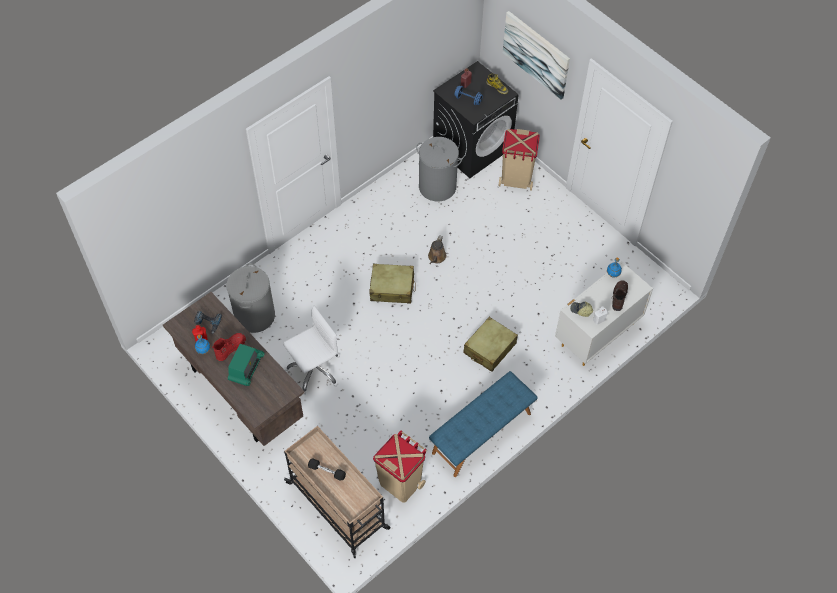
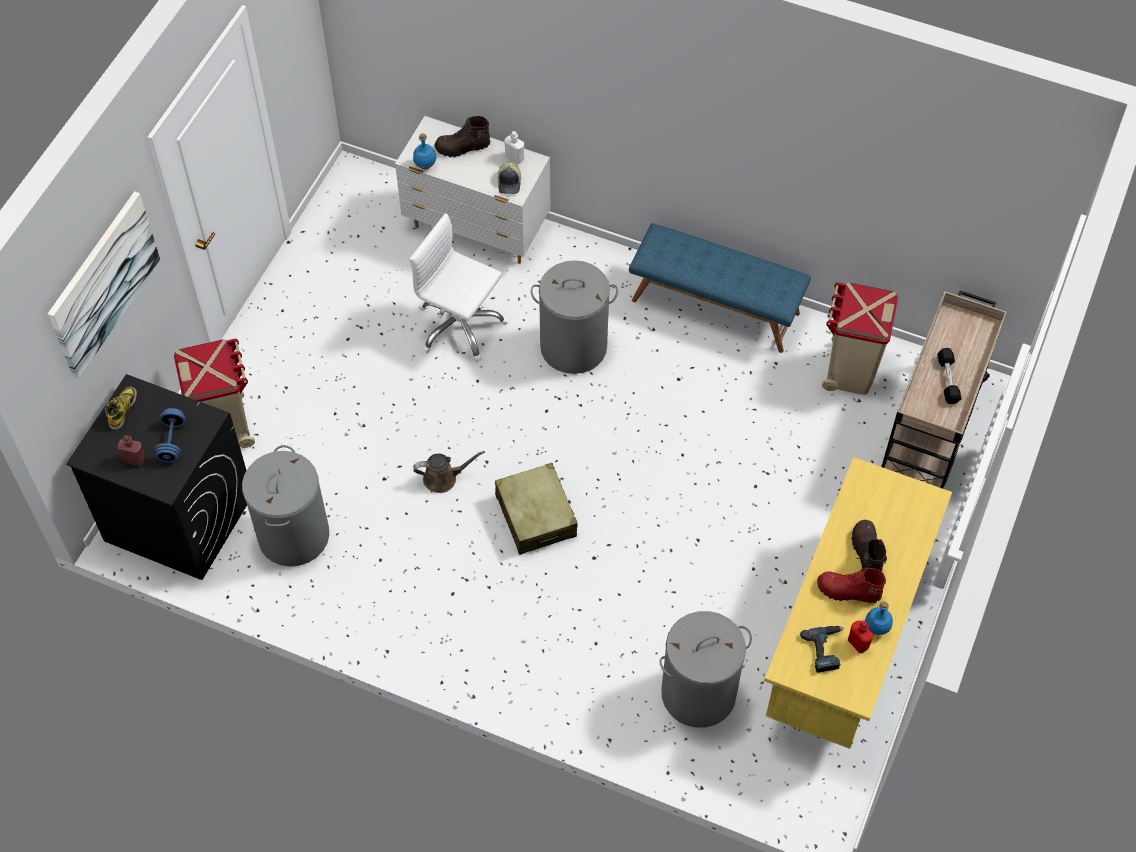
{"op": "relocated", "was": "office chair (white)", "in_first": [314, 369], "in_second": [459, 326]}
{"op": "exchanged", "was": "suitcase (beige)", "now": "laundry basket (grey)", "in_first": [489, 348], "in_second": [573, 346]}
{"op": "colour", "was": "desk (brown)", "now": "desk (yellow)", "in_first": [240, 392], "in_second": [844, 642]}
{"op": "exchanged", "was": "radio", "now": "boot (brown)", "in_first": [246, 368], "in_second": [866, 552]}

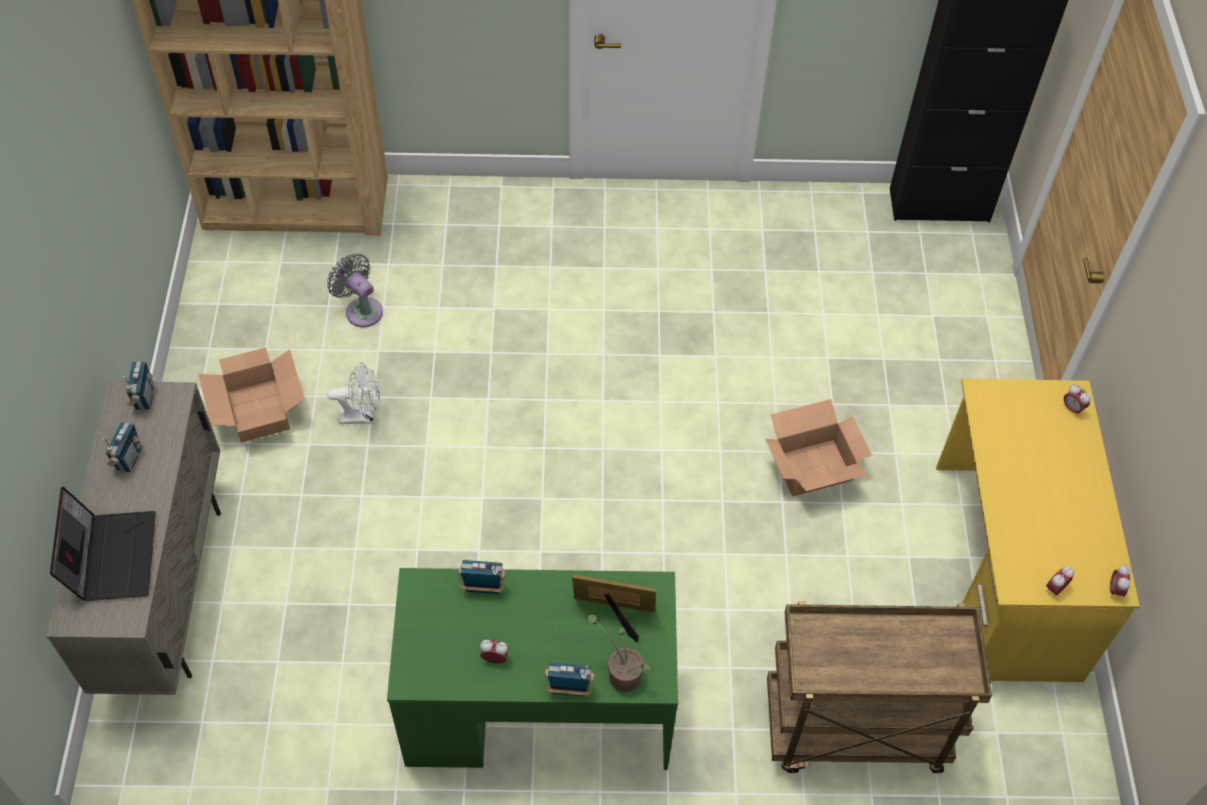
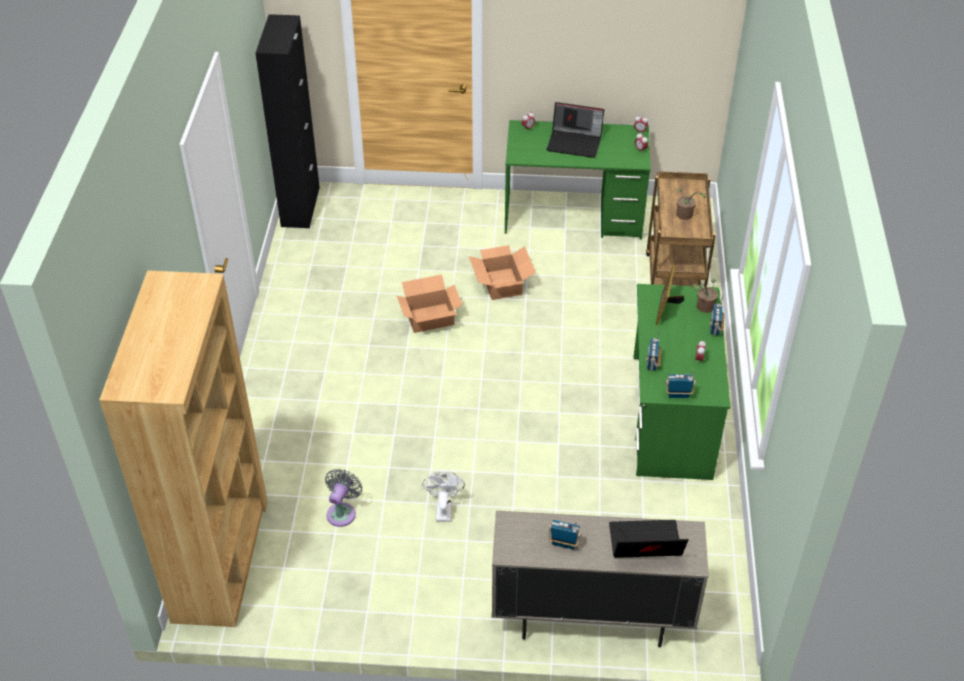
{"op": "spun", "was": "fan (grey)", "in_first": [361, 310], "in_second": [342, 512], "clockwise": 150}
{"op": "relocated", "was": "cardboard box", "in_first": [259, 410], "in_second": [429, 317]}
{"op": "colour", "was": "desk (yellow)", "now": "desk (green)", "in_first": [1005, 570], "in_second": [573, 216]}
{"op": "appeared", "now": "laptop", "in_second": [575, 143]}
{"op": "relocated", "was": "radio", "in_first": [144, 398], "in_second": [678, 395]}
{"op": "appeared", "now": "potted plant", "in_second": [685, 216]}

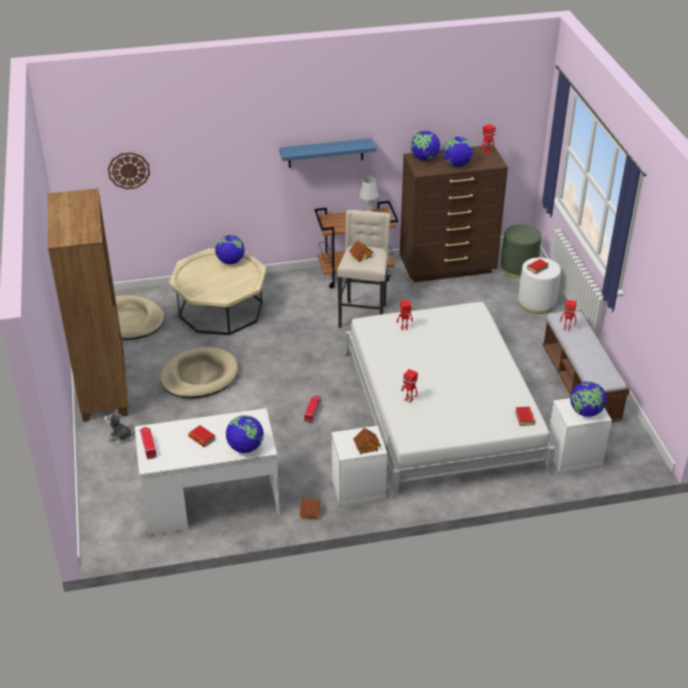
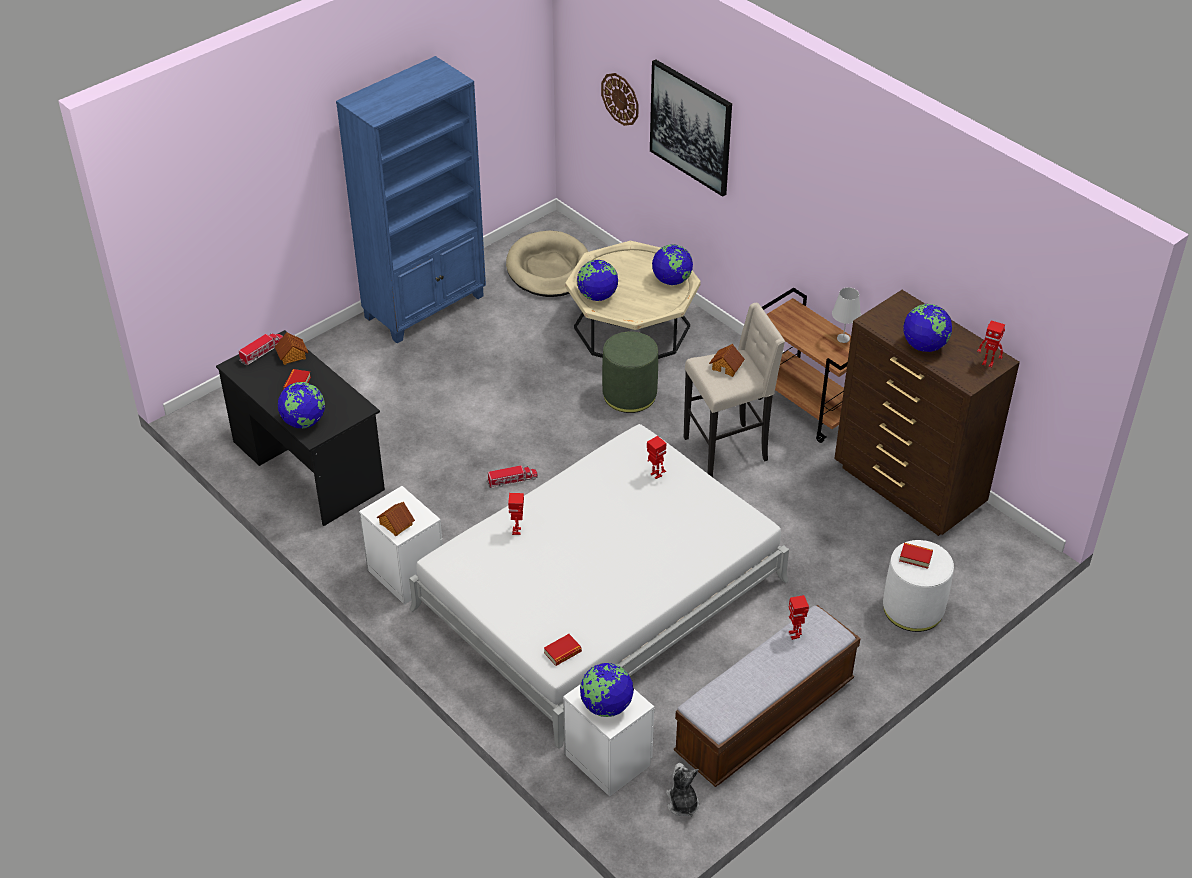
{"op": "colour", "was": "desk (white)", "now": "desk (black)", "in_first": [211, 503], "in_second": [308, 465]}
{"op": "relocated", "was": "toy house", "in_first": [310, 512], "in_second": [292, 355]}
{"op": "colour", "was": "bookcase (brown)", "now": "bookcase (blue)", "in_first": [104, 388], "in_second": [426, 307]}
{"op": "relocated", "was": "globe", "in_first": [424, 158], "in_second": [597, 296]}
{"op": "relocated", "was": "ottoman (green)", "in_first": [518, 268], "in_second": [629, 395]}
{"op": "appeared", "now": "picture", "in_second": [691, 127]}
{"op": "relocated", "was": "plush toy", "in_first": [120, 437], "in_second": [682, 803]}
{"op": "missing", "was": "dog bed (beige)", "in_first": [199, 376]}
{"op": "missing", "was": "shelf (blue)", "in_first": [325, 153]}

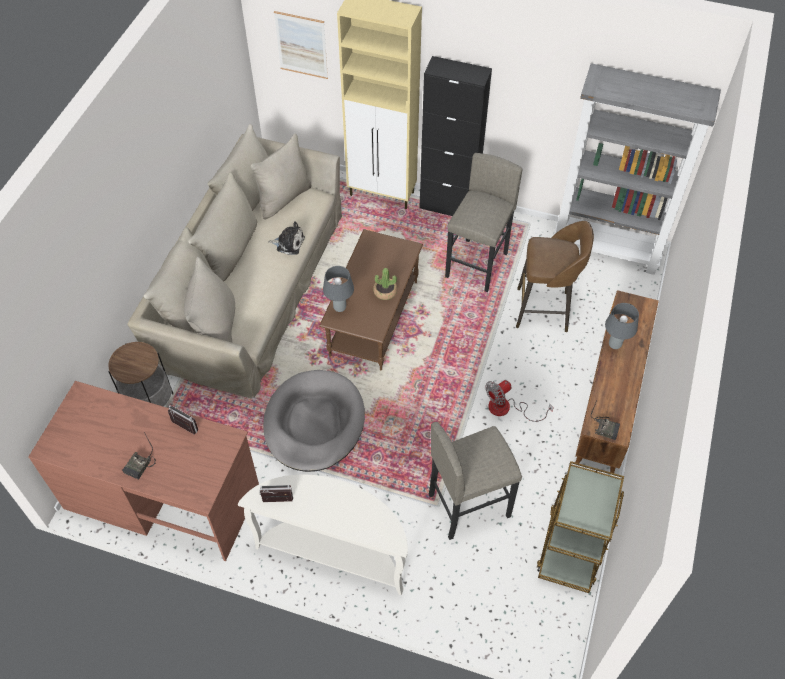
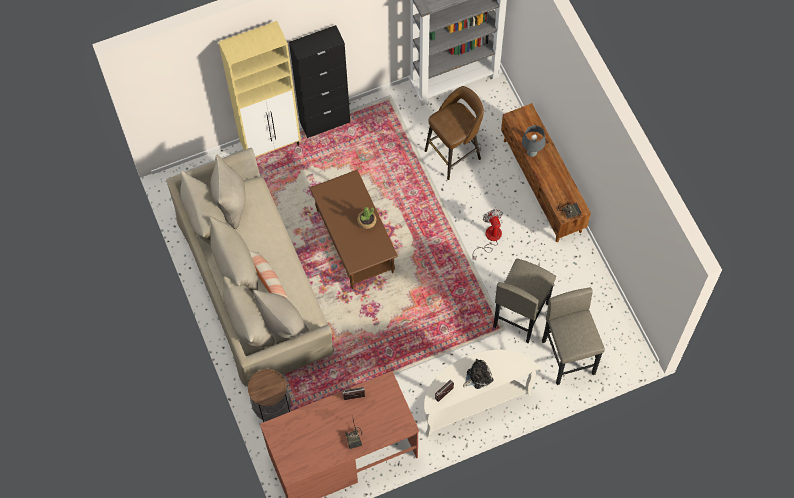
{"op": "appeared", "now": "pillow", "in_second": [267, 278]}
{"op": "relocated", "was": "plush toy", "in_first": [288, 243], "in_second": [478, 376]}
{"op": "spun", "was": "fan", "in_first": [507, 409], "in_second": [490, 238], "clockwise": 150}
{"op": "relocated", "was": "stool (grey)", "in_first": [477, 265], "in_second": [568, 357]}
{"op": "missing", "was": "dog bed (grey)", "in_first": [314, 423]}
{"op": "missing", "was": "picture", "in_first": [301, 45]}
{"op": "missing", "was": "table lamp (grey)", "in_first": [340, 308]}
{"op": "missing", "was": "cart (brown)", "in_first": [571, 546]}

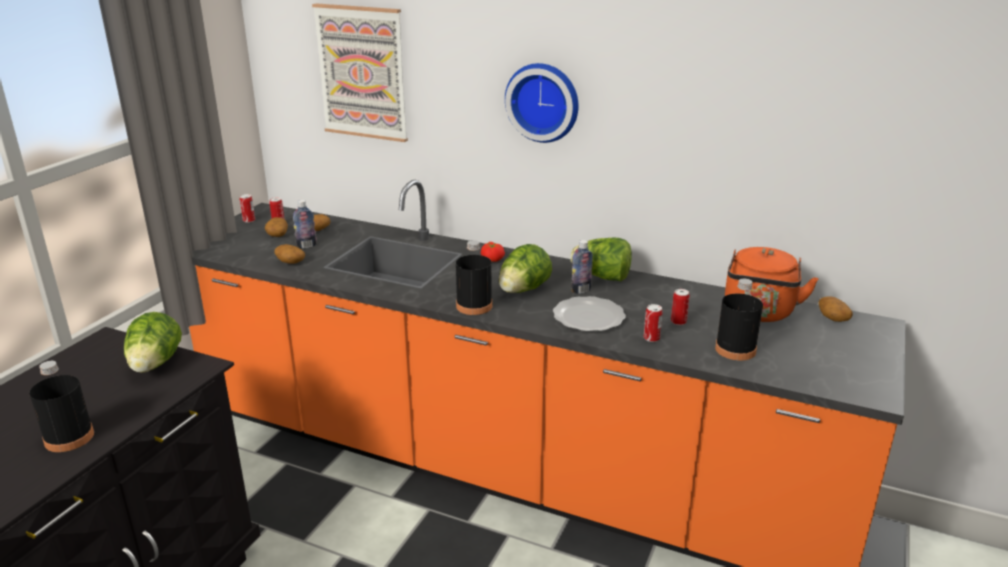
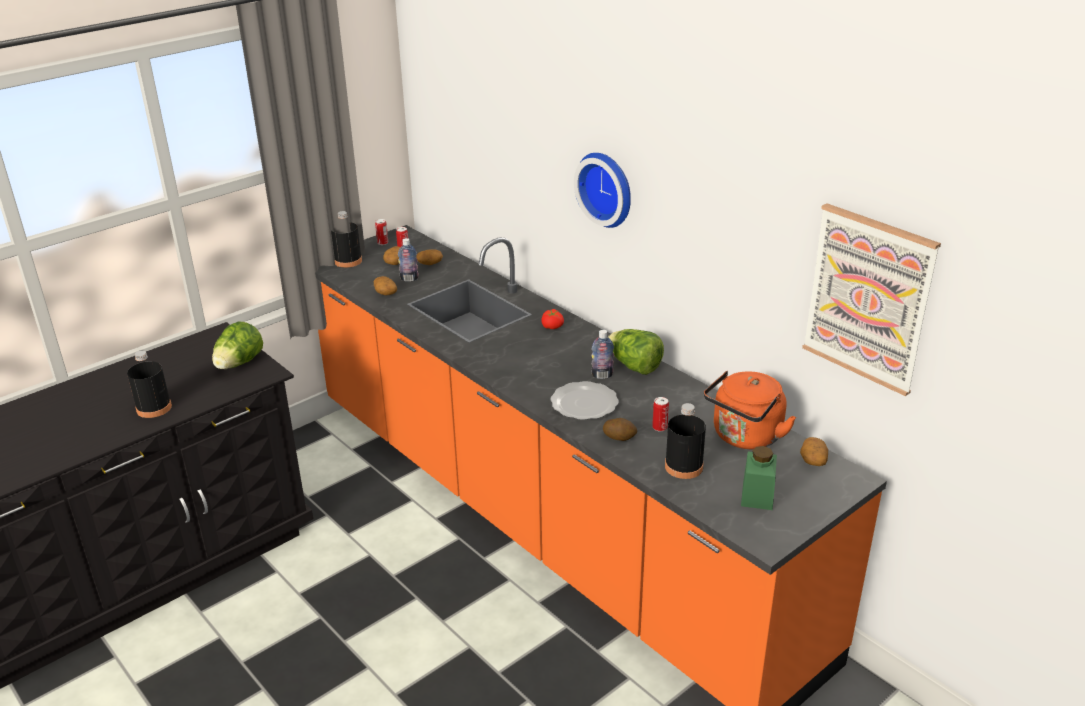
{"op": "relocated", "was": "bottle (black)", "in_first": [474, 306], "in_second": [348, 261]}
{"op": "exchanged", "was": "can", "now": "potato", "in_first": [651, 338], "in_second": [619, 437]}
{"op": "appeared", "now": "jar (green)", "in_second": [757, 495]}
{"op": "relocated", "was": "picture", "in_first": [362, 72], "in_second": [868, 298]}
{"op": "missing", "was": "lettuce", "in_first": [523, 290]}

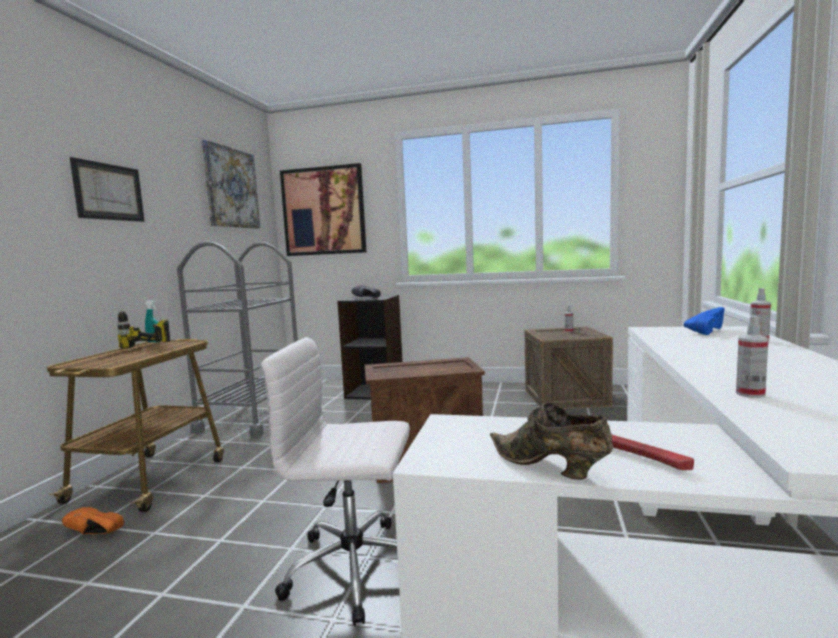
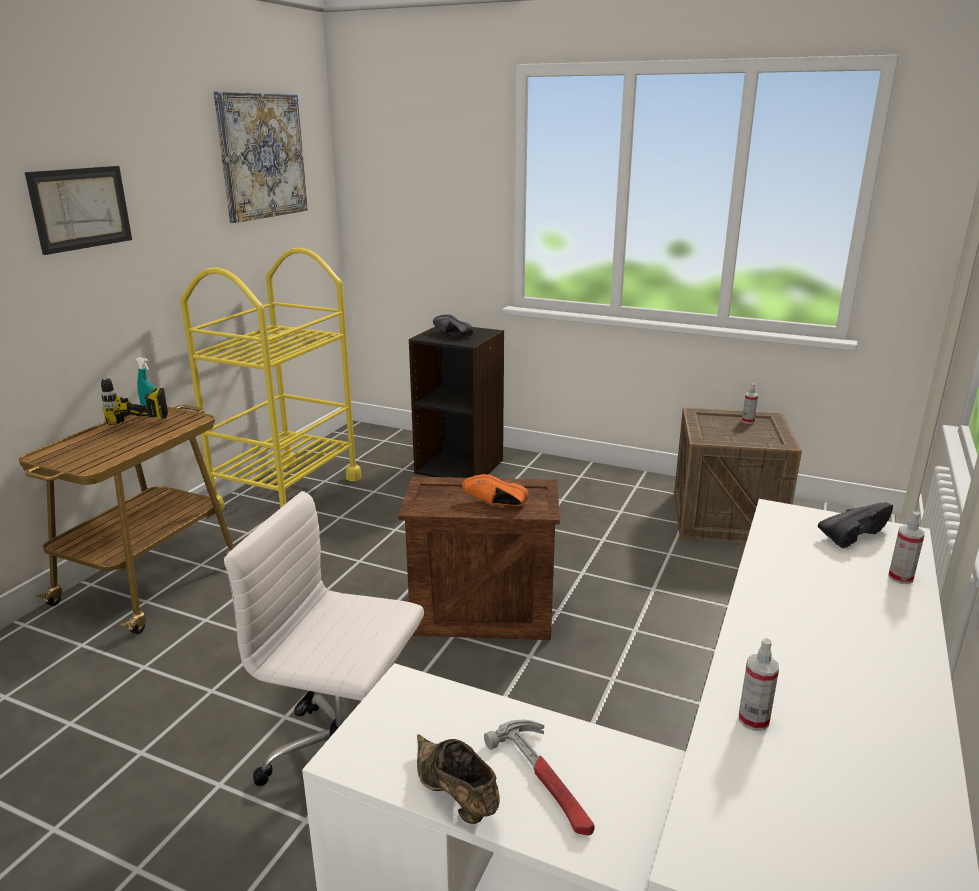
{"op": "colour", "was": "cart (grey)", "now": "cart (yellow)", "in_first": [252, 418], "in_second": [287, 493]}
{"op": "relocated", "was": "shoe (orange)", "in_first": [90, 534], "in_second": [494, 504]}
{"op": "colour", "was": "shoe (blue)", "now": "shoe (black)", "in_first": [704, 331], "in_second": [852, 533]}
{"op": "missing", "was": "picture", "in_first": [323, 211]}

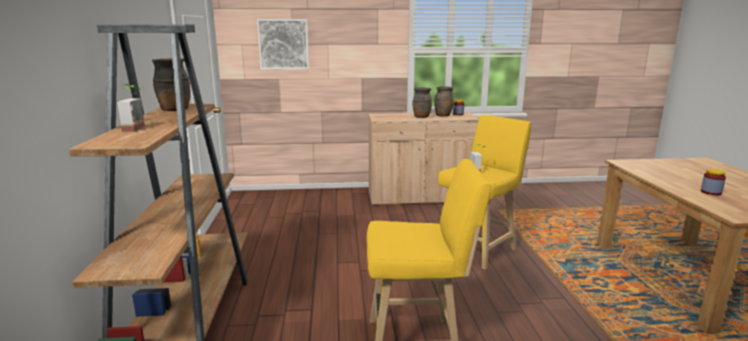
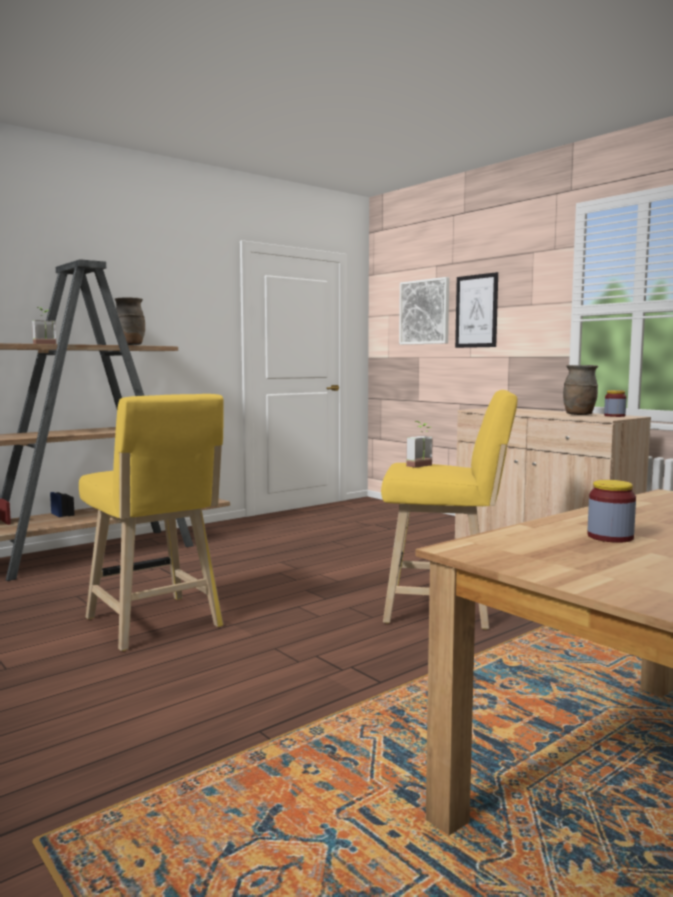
{"op": "appeared", "now": "picture", "in_second": [476, 311]}
{"op": "missing", "was": "vase (brown)", "in_first": [421, 117]}

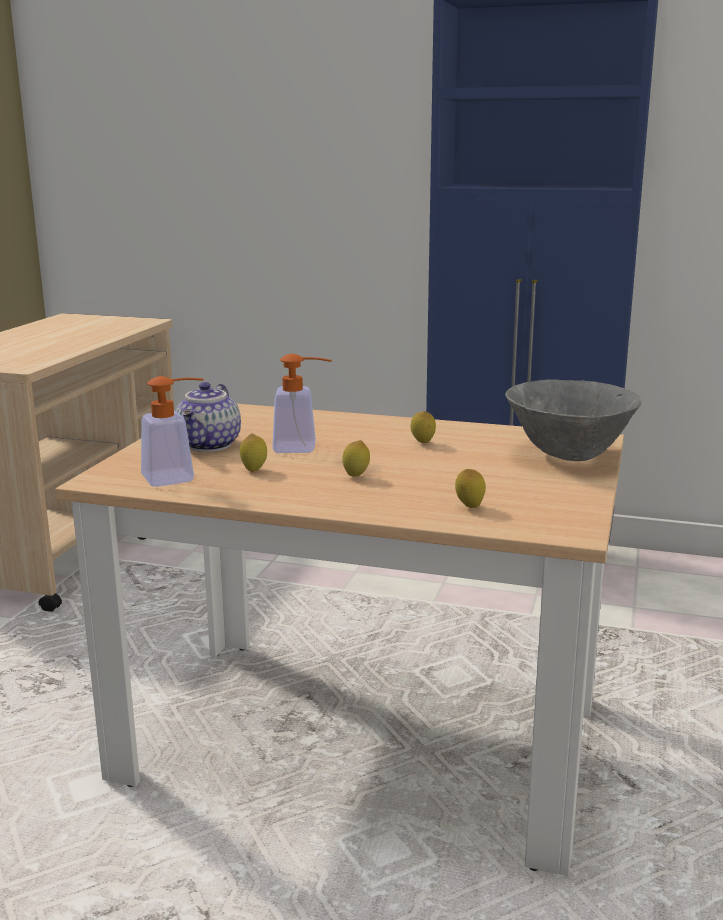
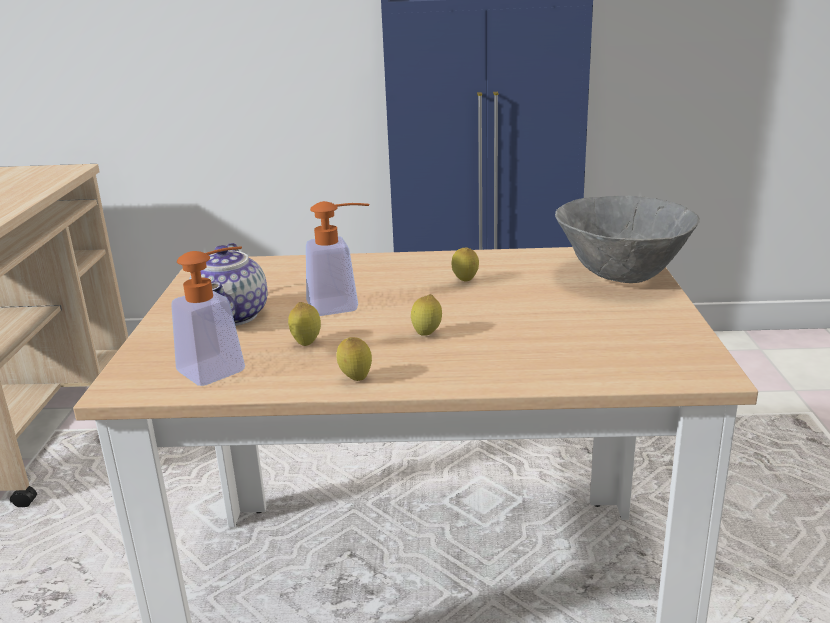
{"op": "relocated", "was": "lemon", "in_first": [469, 507], "in_second": [355, 379]}

